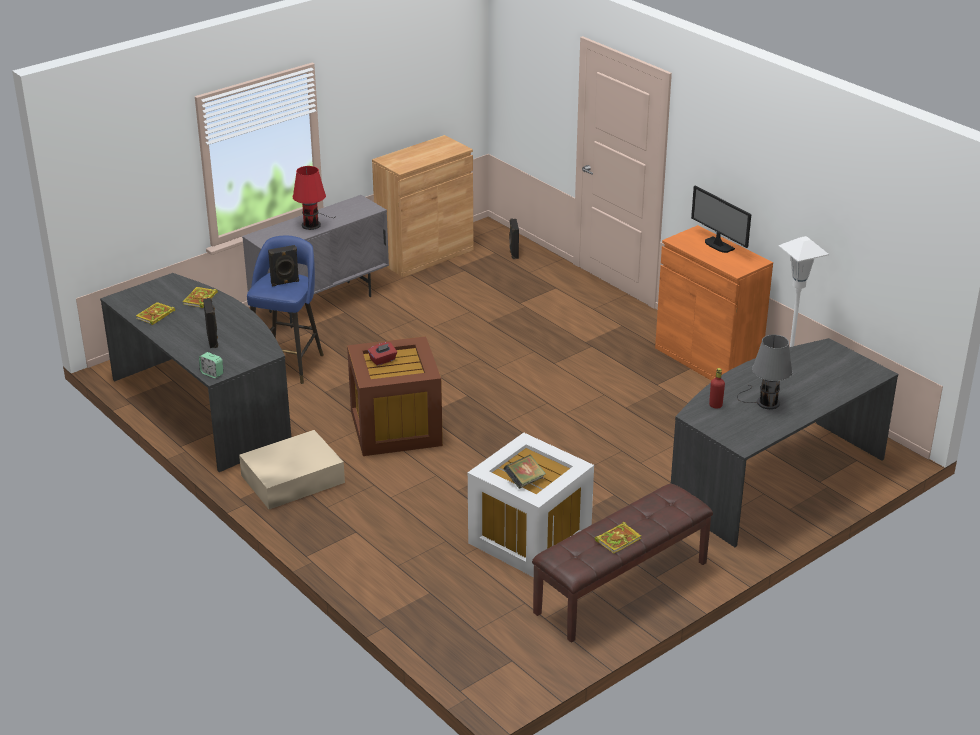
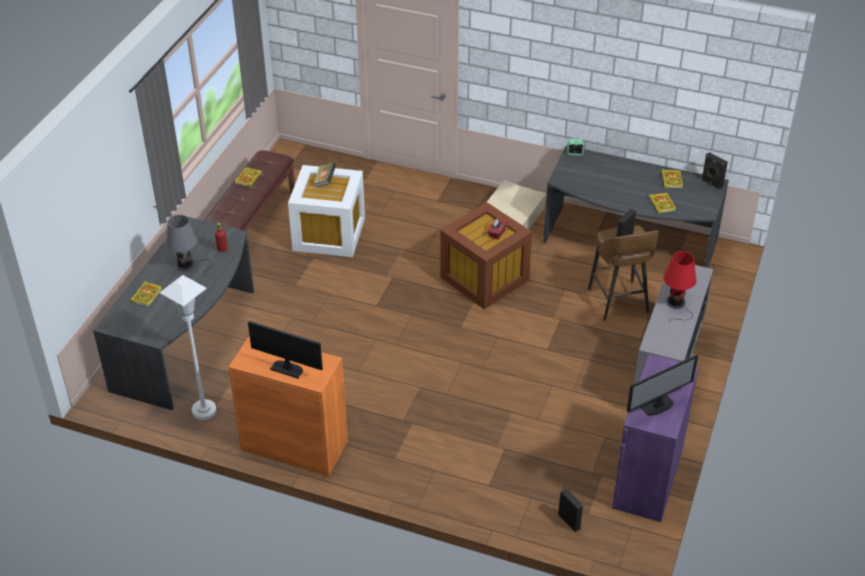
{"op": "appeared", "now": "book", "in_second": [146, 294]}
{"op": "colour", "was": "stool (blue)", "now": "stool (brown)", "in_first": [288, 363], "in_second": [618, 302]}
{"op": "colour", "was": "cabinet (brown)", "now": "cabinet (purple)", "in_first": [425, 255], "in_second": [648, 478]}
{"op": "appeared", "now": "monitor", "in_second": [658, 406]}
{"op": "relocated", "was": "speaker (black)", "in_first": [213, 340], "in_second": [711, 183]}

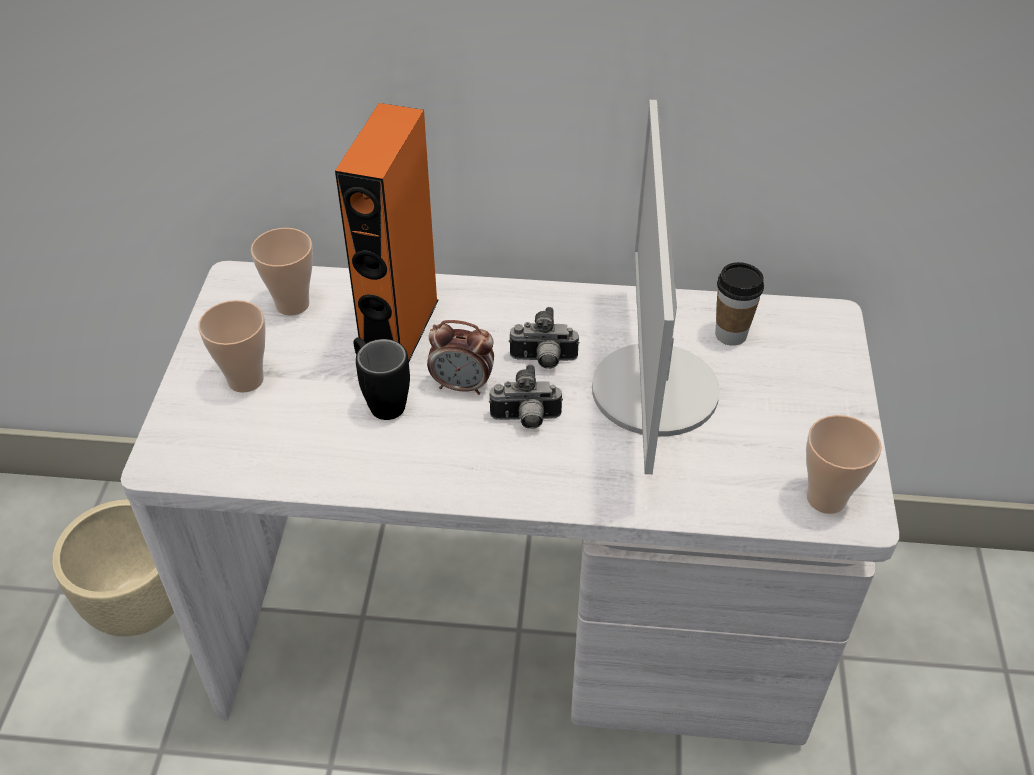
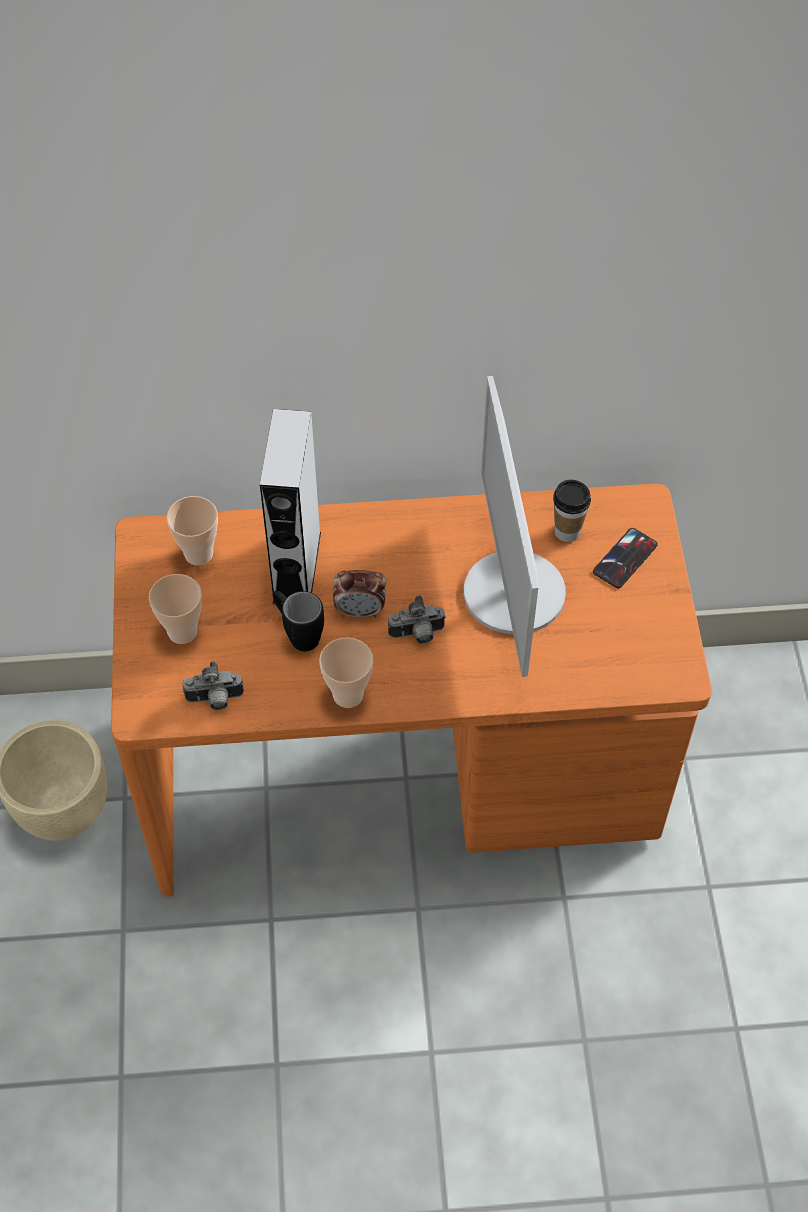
{"op": "colour", "was": "desk (white)", "now": "desk (orange)", "in_first": [517, 625], "in_second": [403, 774]}
{"op": "relocated", "was": "photo camera", "in_first": [543, 361], "in_second": [215, 700]}
{"op": "colour", "was": "speaker (orange)", "now": "speaker (grey)", "in_first": [400, 331], "in_second": [297, 567]}
{"op": "relocated", "was": "cup", "in_first": [826, 498], "in_second": [348, 695]}
{"op": "appeared", "now": "phone", "in_second": [625, 558]}

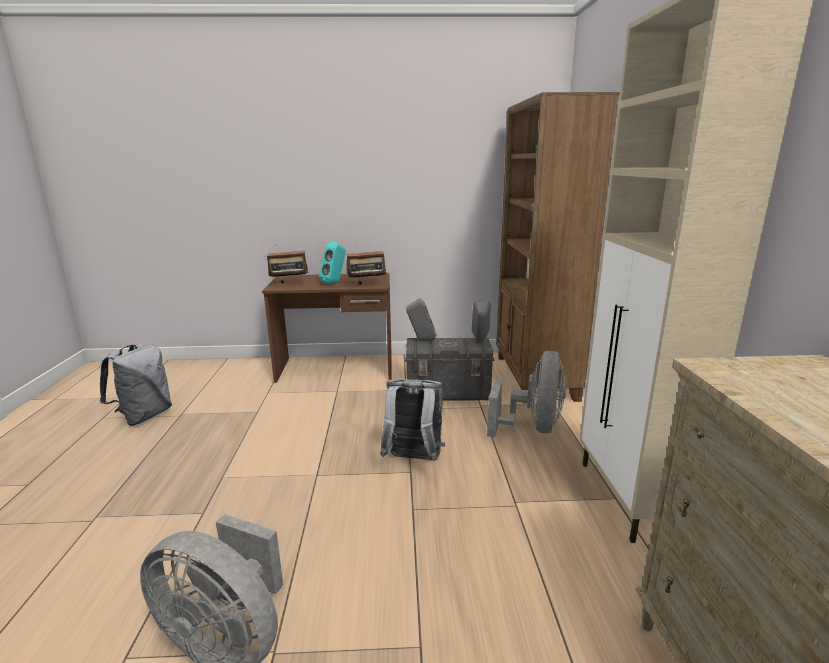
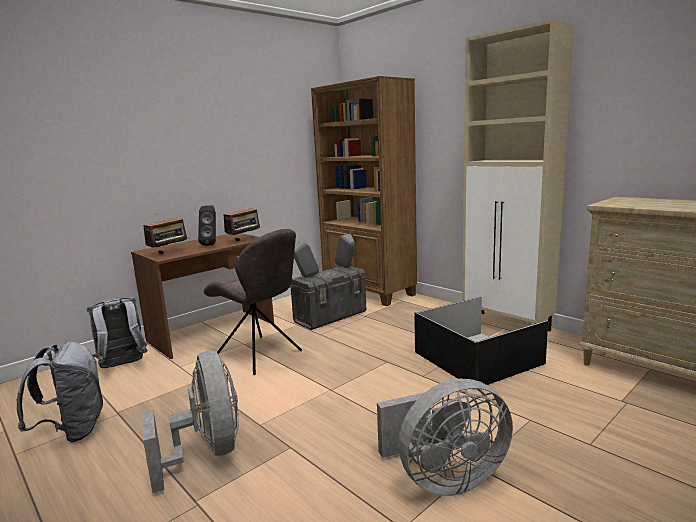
{"op": "relocated", "was": "backpack (grey)", "in_first": [413, 460], "in_second": [122, 366]}
{"op": "relocated", "was": "fan (grey)", "in_first": [533, 427], "in_second": [207, 452]}
{"op": "colour", "was": "speaker (turquoise)", "now": "speaker (black)", "in_first": [335, 283], "in_second": [211, 244]}
{"op": "appeared", "now": "chair (grey)", "in_second": [260, 355]}
{"op": "appeared", "now": "storage box (black)", "in_second": [479, 358]}

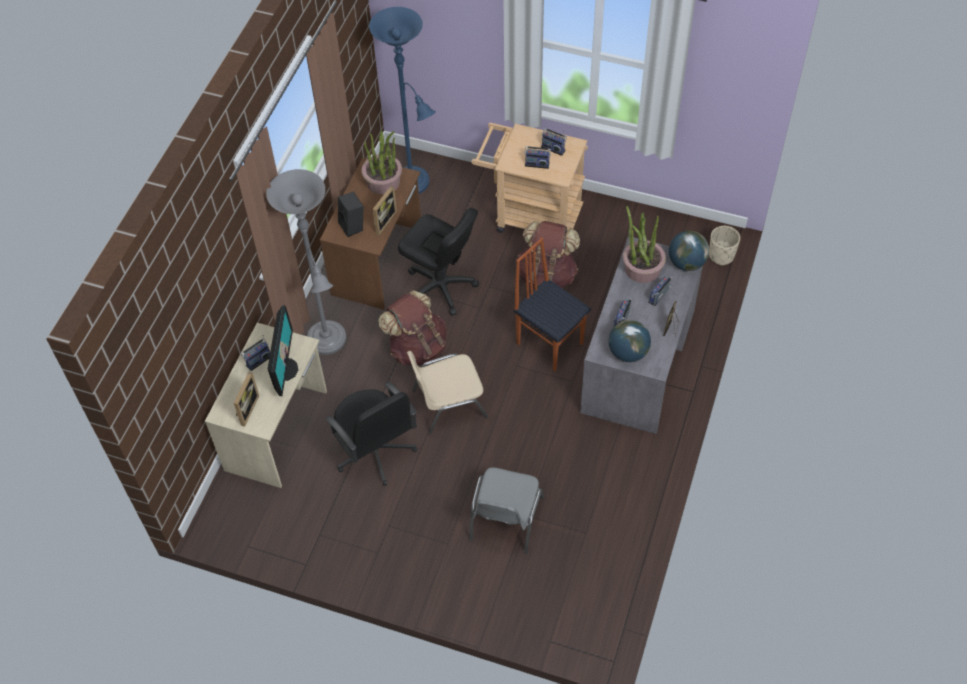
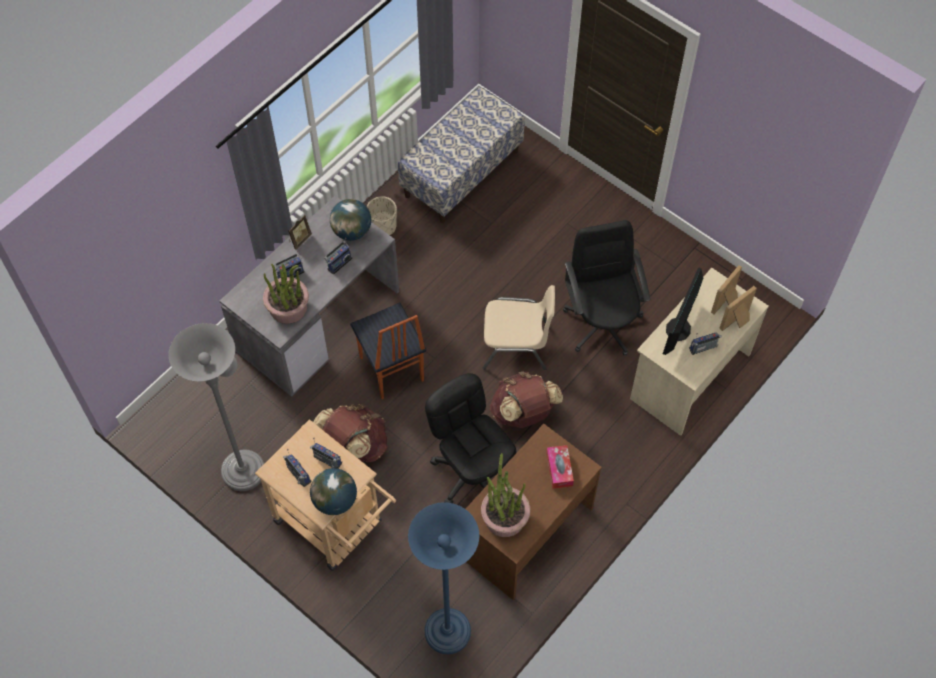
{"op": "relocated", "was": "floor lamp (grey)", "in_first": [328, 342], "in_second": [243, 465]}
{"op": "relocated", "was": "globe", "in_first": [686, 263], "in_second": [335, 500]}
{"op": "relocated", "was": "planter (beige)", "in_first": [721, 255], "in_second": [383, 226]}
{"op": "appeared", "now": "bench", "in_second": [461, 173]}
{"op": "exchanged", "was": "speaker (black)", "now": "tissue box", "in_first": [353, 226], "in_second": [559, 469]}
{"op": "relocated", "was": "picture frame", "in_first": [383, 221], "in_second": [737, 322]}
{"op": "missing", "was": "chair (grey)", "in_first": [505, 520]}

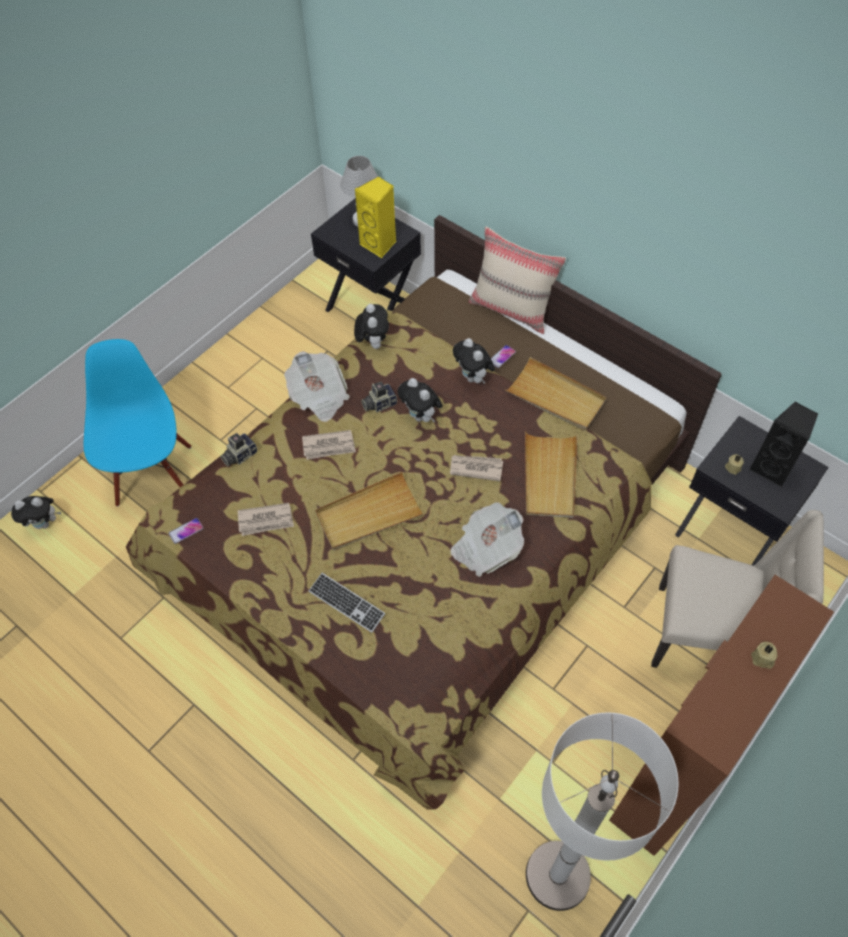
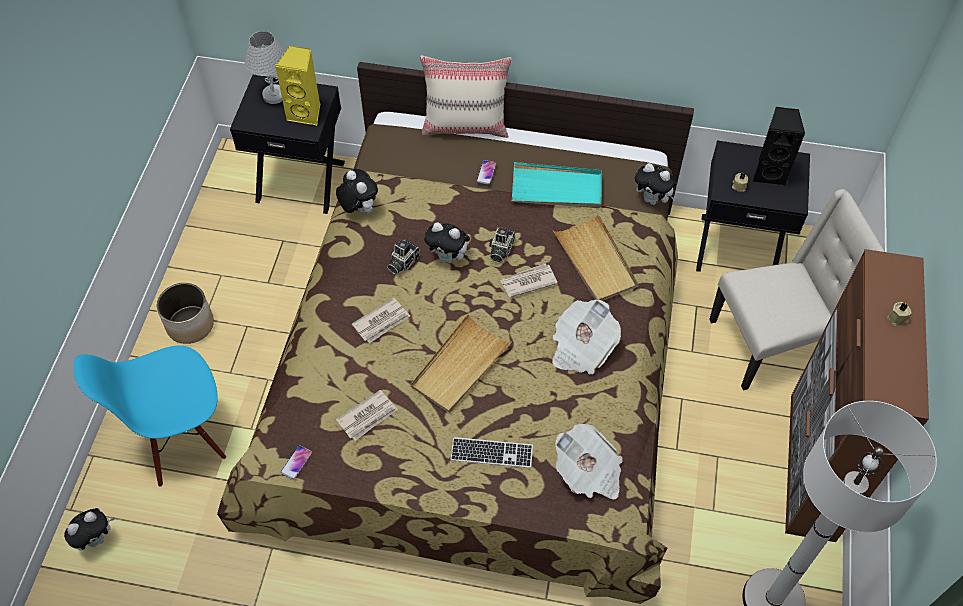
{"op": "spun", "was": "chair (blue)", "in_first": [152, 474], "in_second": [181, 437], "clockwise": -75}
{"op": "appeared", "now": "planter", "in_second": [190, 325]}
{"op": "relocated", "was": "photo camera", "in_first": [239, 455], "in_second": [500, 250]}
{"op": "colour", "was": "tray (beige)", "now": "tray (turquoise)", "in_first": [556, 397], "in_second": [557, 189]}
{"op": "relocated", "was": "newspaper", "in_first": [319, 396], "in_second": [588, 472]}
{"op": "relocated", "was": "plush toy", "in_first": [473, 378], "in_second": [653, 200]}

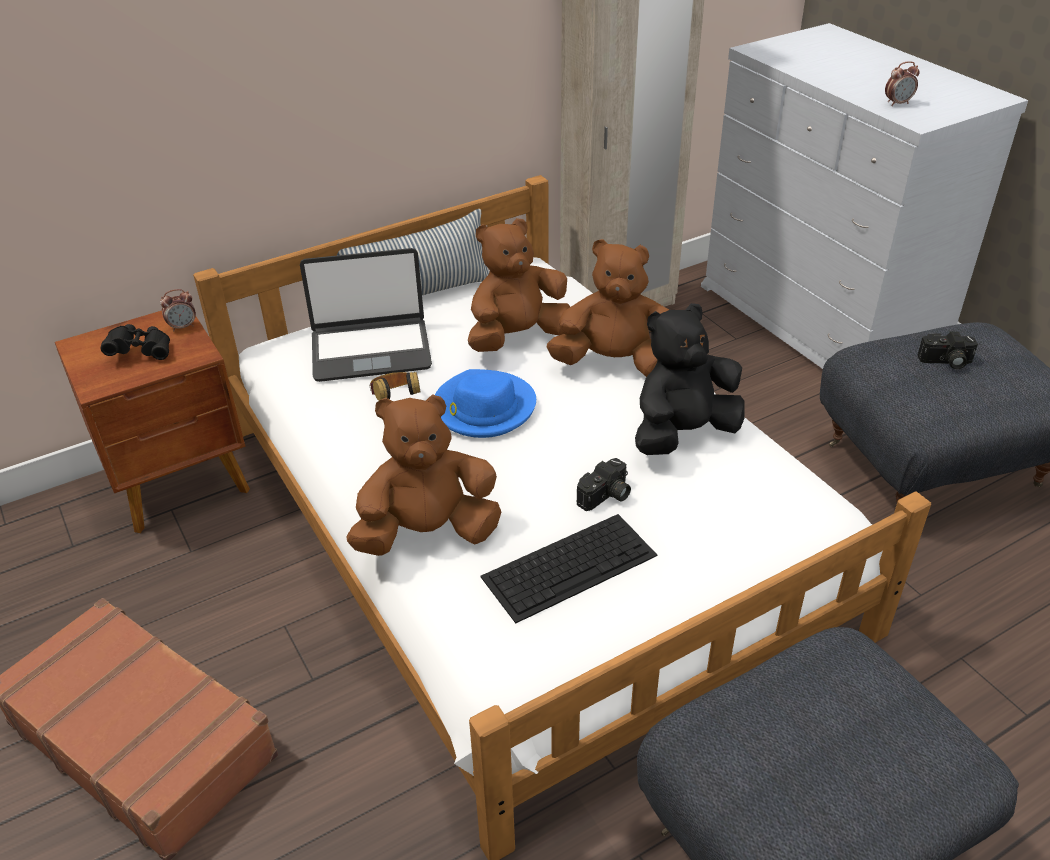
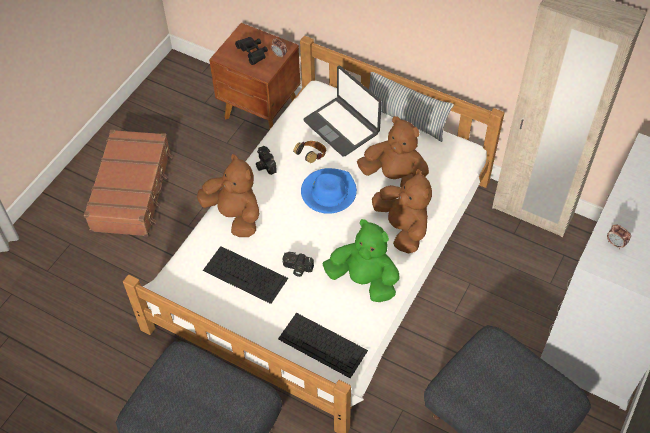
{"op": "relocated", "was": "photo camera", "in_first": [945, 362], "in_second": [264, 165]}
{"op": "appeared", "now": "keyboard", "in_second": [323, 345]}
{"op": "colour", "was": "plush toy (black)", "now": "plush toy (green)", "in_first": [682, 433], "in_second": [364, 280]}

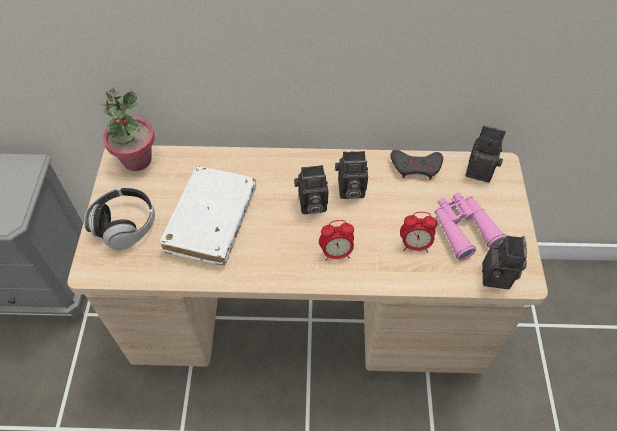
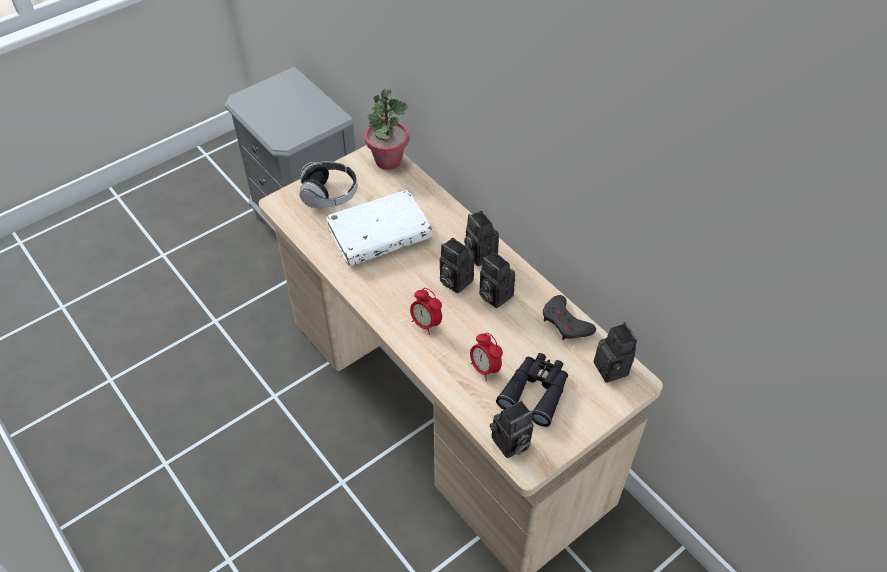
{"op": "appeared", "now": "photo camera", "in_second": [478, 254]}
{"op": "colour", "was": "binoculars (pink)", "now": "binoculars (black)", "in_first": [463, 228], "in_second": [536, 391]}

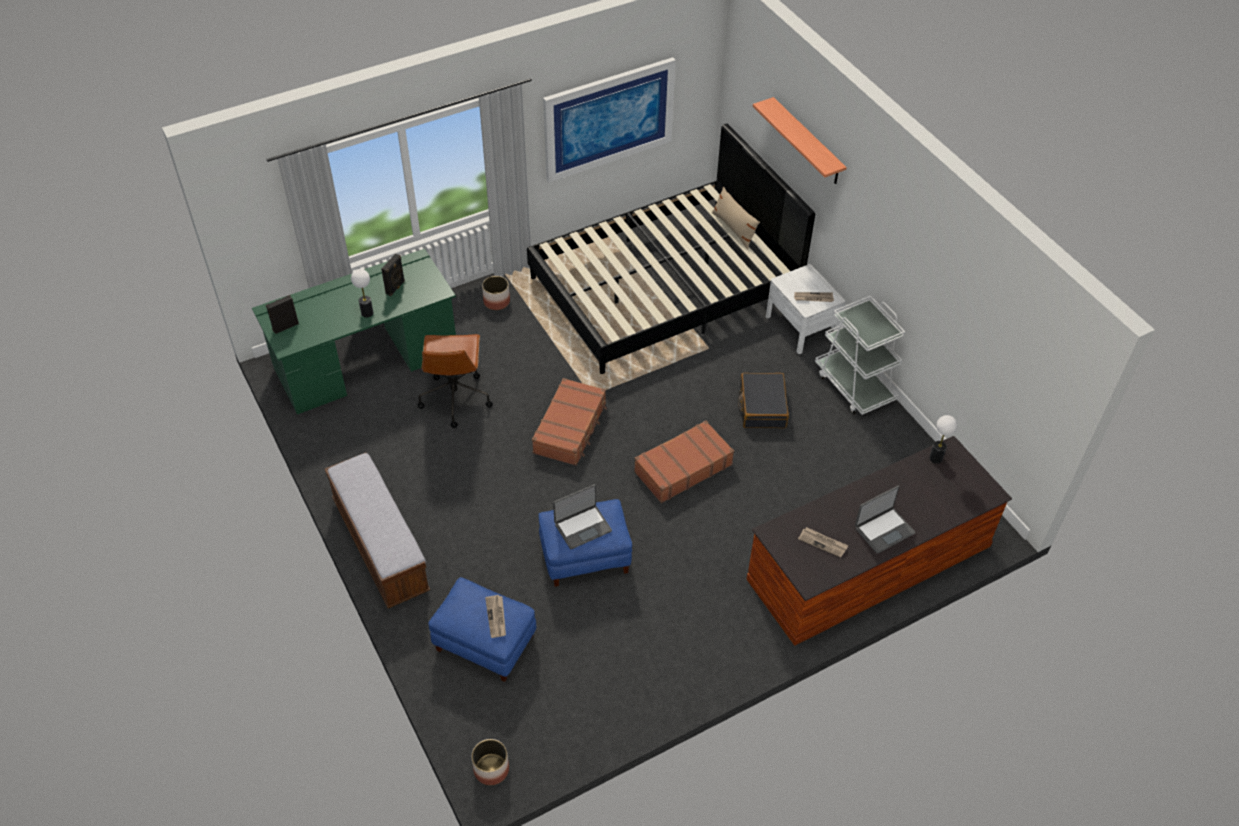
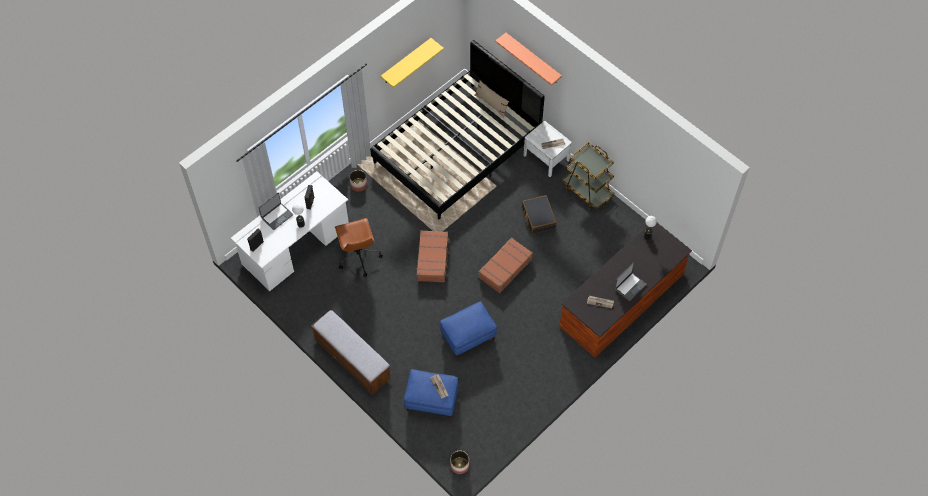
{"op": "colour", "was": "desk (green)", "now": "desk (white)", "in_first": [366, 361], "in_second": [295, 245]}
{"op": "relocated", "was": "laptop", "in_first": [582, 527], "in_second": [277, 216]}
{"op": "exchanged", "was": "picture", "now": "shelf (yellow)", "in_first": [608, 119], "in_second": [406, 61]}
{"op": "colour", "was": "cart (white)", "now": "cart (brown)", "in_first": [854, 386], "in_second": [587, 191]}

